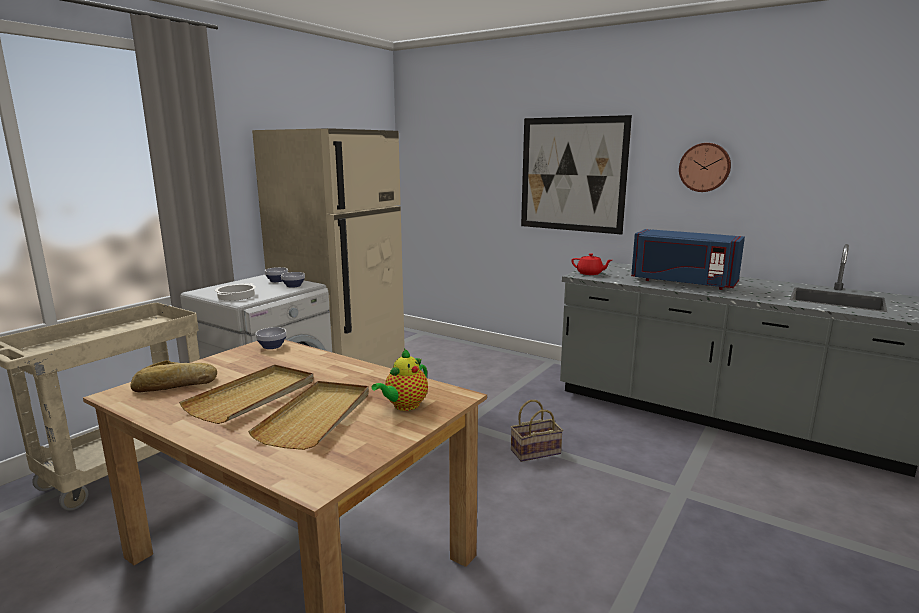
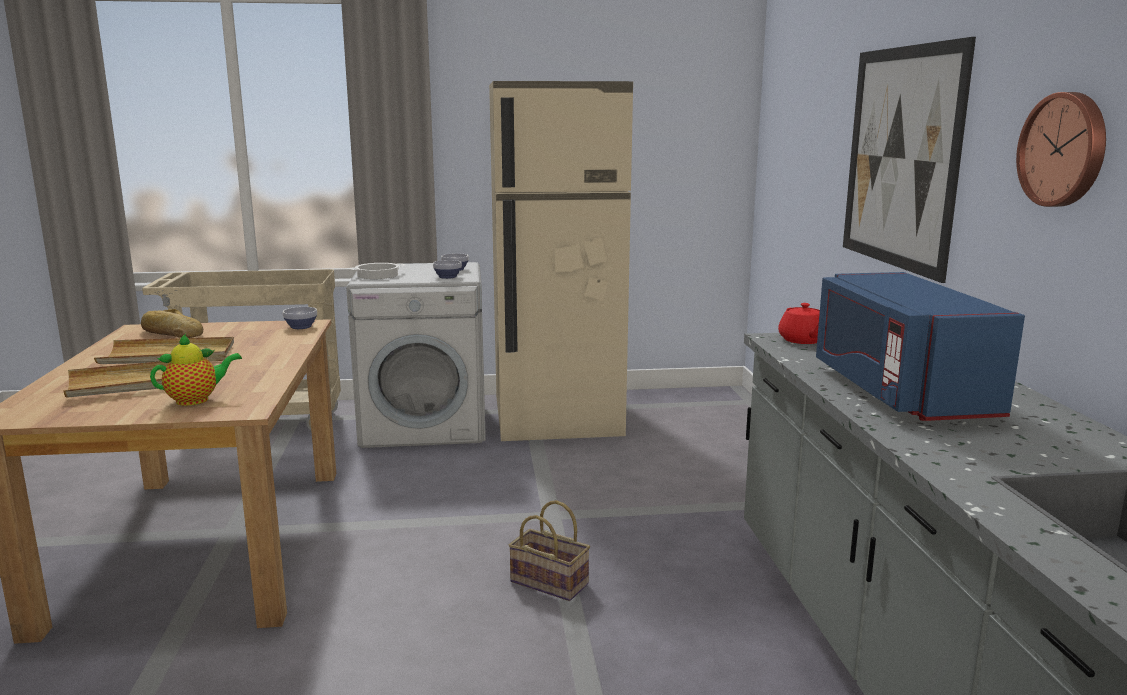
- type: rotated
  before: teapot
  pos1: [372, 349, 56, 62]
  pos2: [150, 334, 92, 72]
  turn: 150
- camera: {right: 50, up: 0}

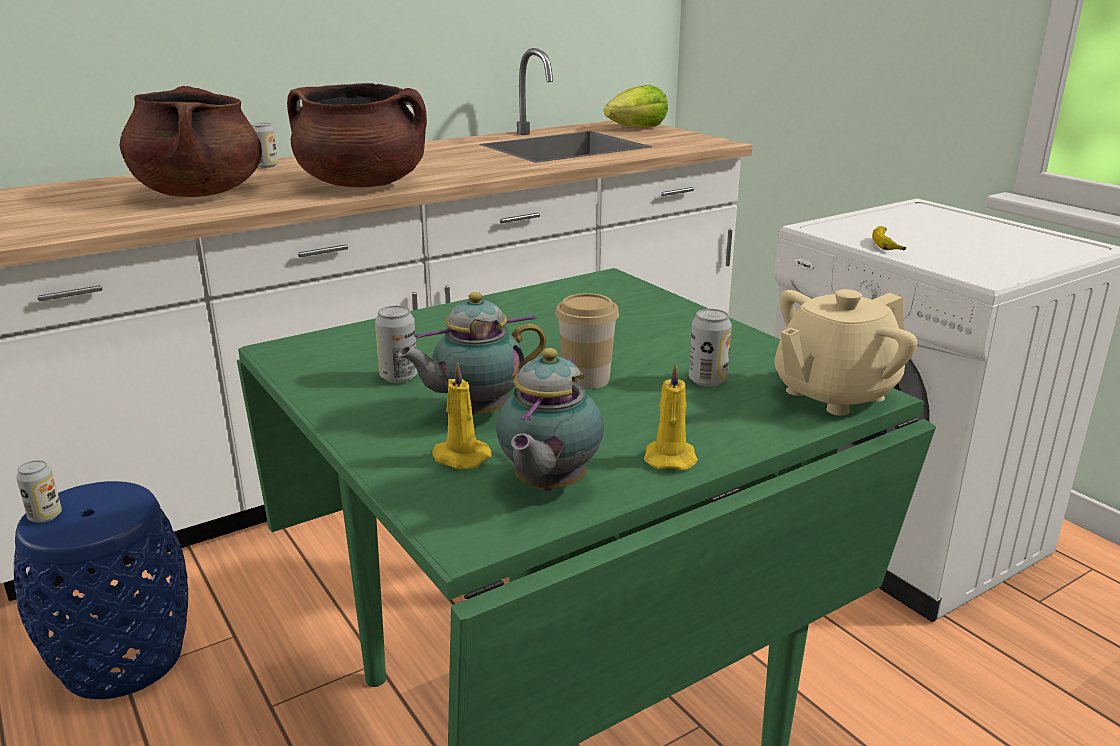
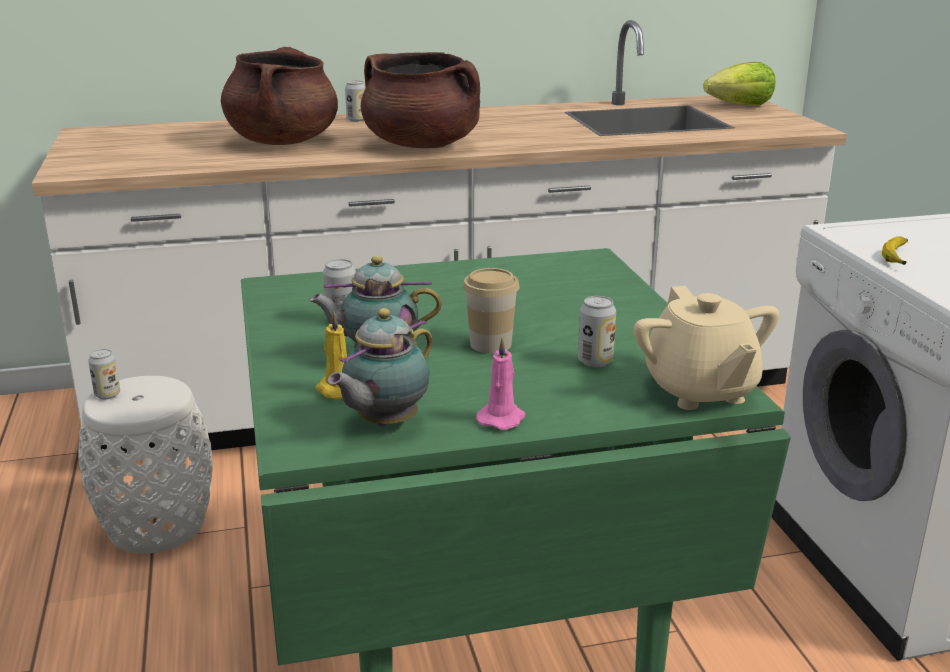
- type: repainted
  before: blue stool
  after: white stool
  pos1: [14, 481, 174, 218]
  pos2: [78, 376, 135, 178]
- type: repainted
  before: yellow candle
  after: pink candle
  pos1: [644, 363, 54, 107]
  pos2: [476, 336, 49, 94]
- type: rotated
  before: beige teapot
  pos1: [774, 289, 143, 127]
  pos2: [634, 286, 145, 124]
  turn: -90
- camera: {right: 20, up: 0}

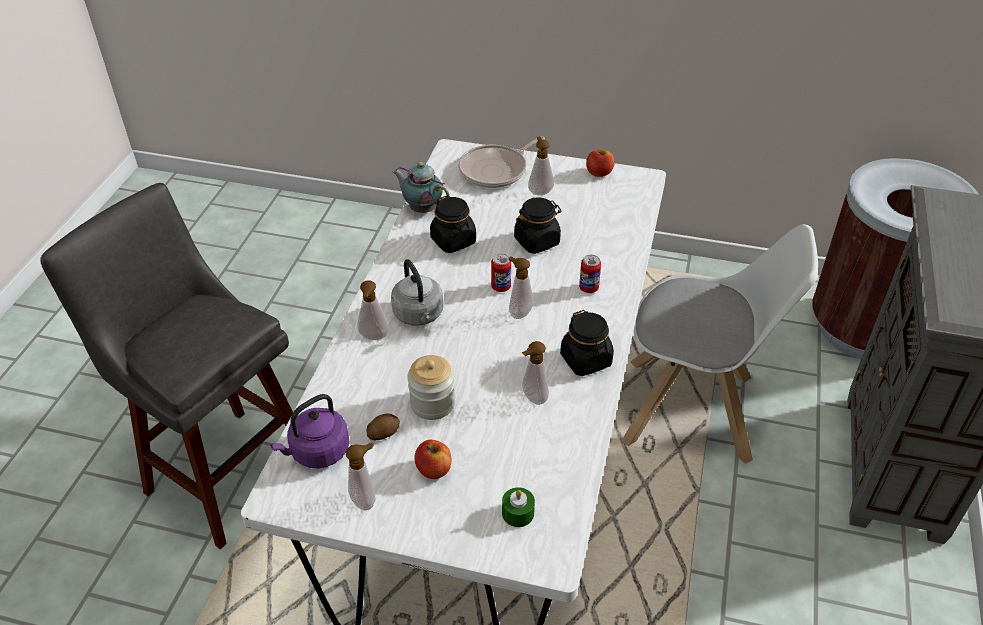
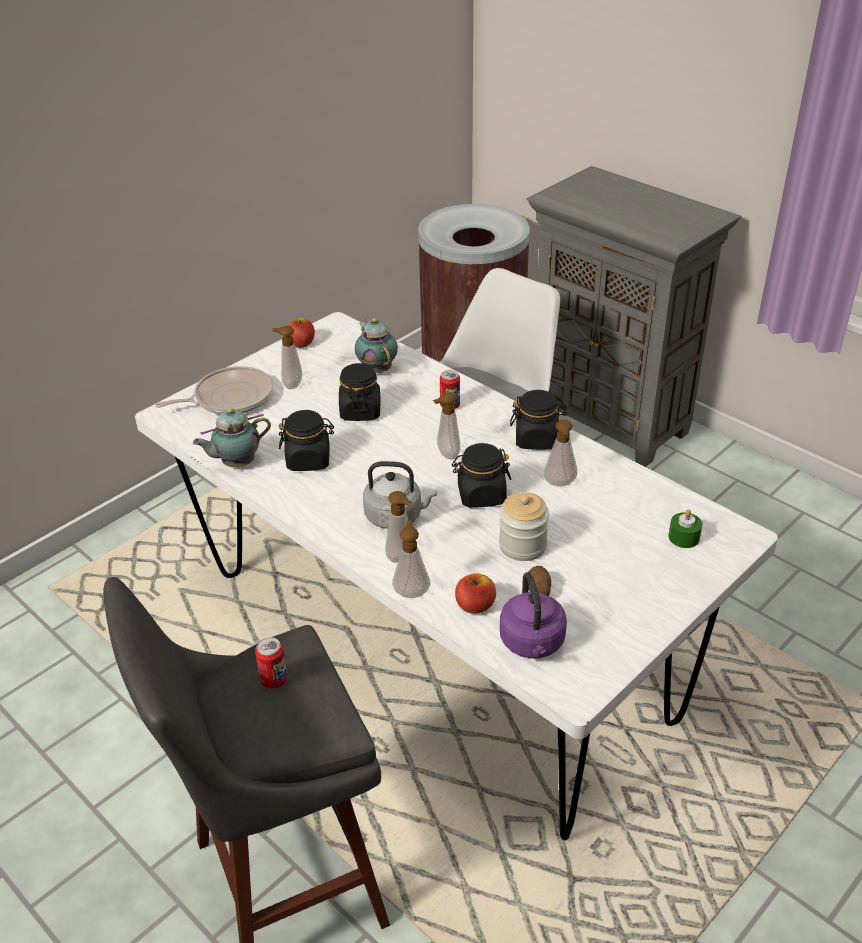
- type: shifted
  before: soap dispenser
  pos1: [346, 443, 29, 67]
  pos2: [392, 521, 38, 77]
- type: shifted
  before: apple
  pos1: [414, 440, 37, 39]
  pos2: [455, 573, 41, 41]
- type: rotated
  before: frying pan
  pos1: [458, 136, 87, 52]
  pos2: [155, 366, 118, 48]
  turn: -105
- type: shifted
  before: can
  pos1: [491, 254, 20, 38]
  pos2: [255, 637, 33, 52]
- type: new
  after: teapot
  pos2: [355, 318, 43, 55]
- type: new
  after: black jar
  pos2: [452, 443, 59, 65]
- camera: {right: -60, up: -5}

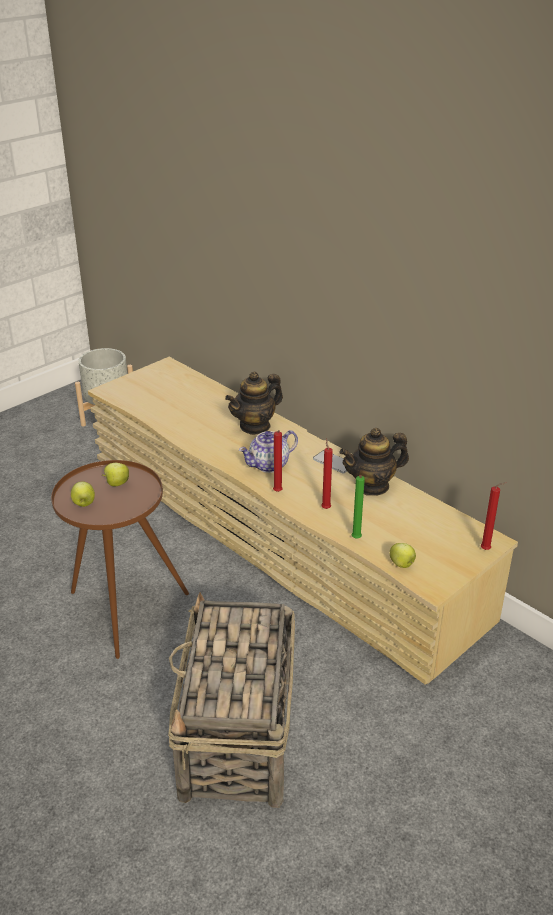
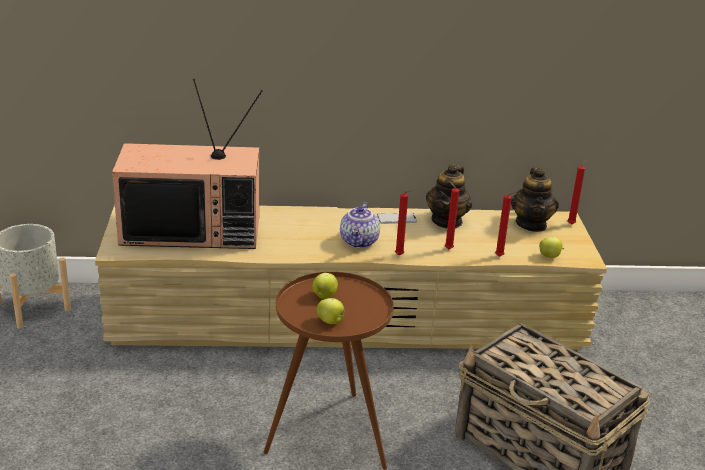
- type: shifted
  before: teapot
  pos1: [225, 371, 58, 64]
  pos2: [511, 167, 48, 65]
- type: repainted
  before: green candle
  after: red candle
  pos1: [352, 475, 13, 64]
  pos2: [495, 193, 18, 64]
- type: new
  after: television
  pos2: [112, 79, 151, 170]
- camera: {right: -50, up: -5}

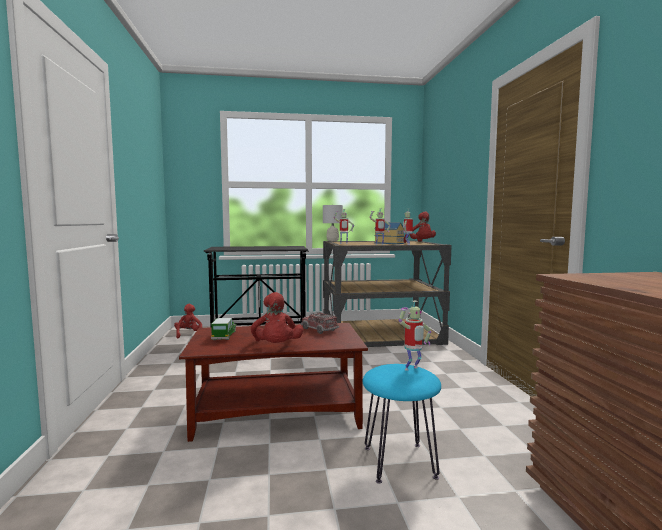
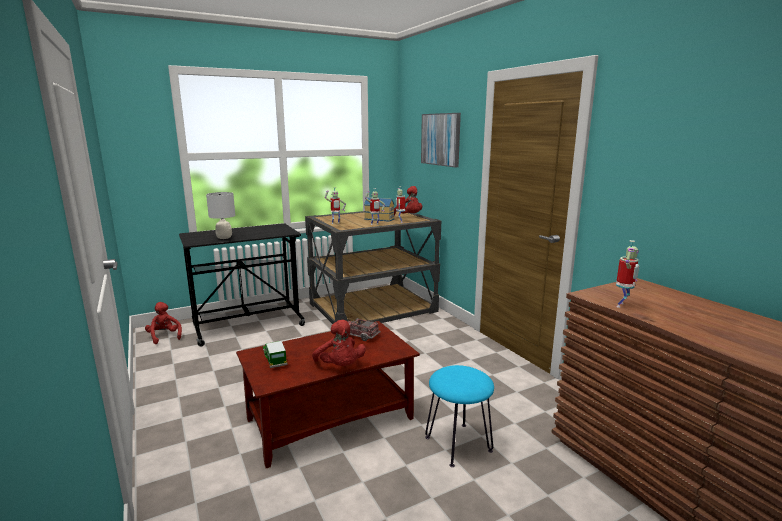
- type: shifted
  before: grey table lamp
  pos1: [323, 205, 20, 36]
  pos2: [206, 192, 29, 47]
- type: shifted
  before: toy robot
  pos1: [399, 300, 32, 71]
  pos2: [616, 240, 23, 68]
- type: new
  after: picture
  pos2: [421, 113, 40, 54]
- camera: {right: -20, up: 10}

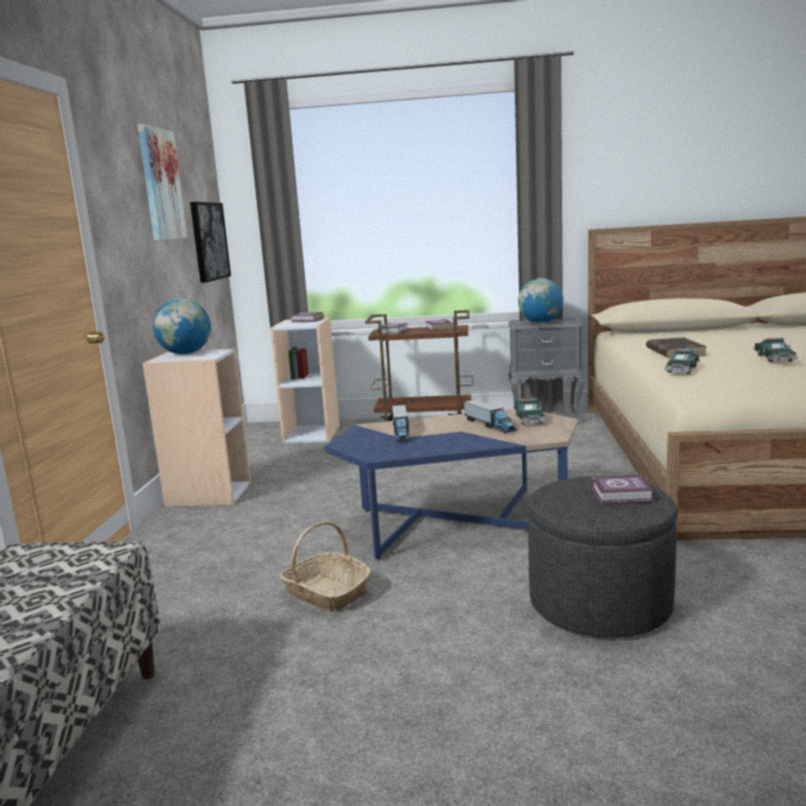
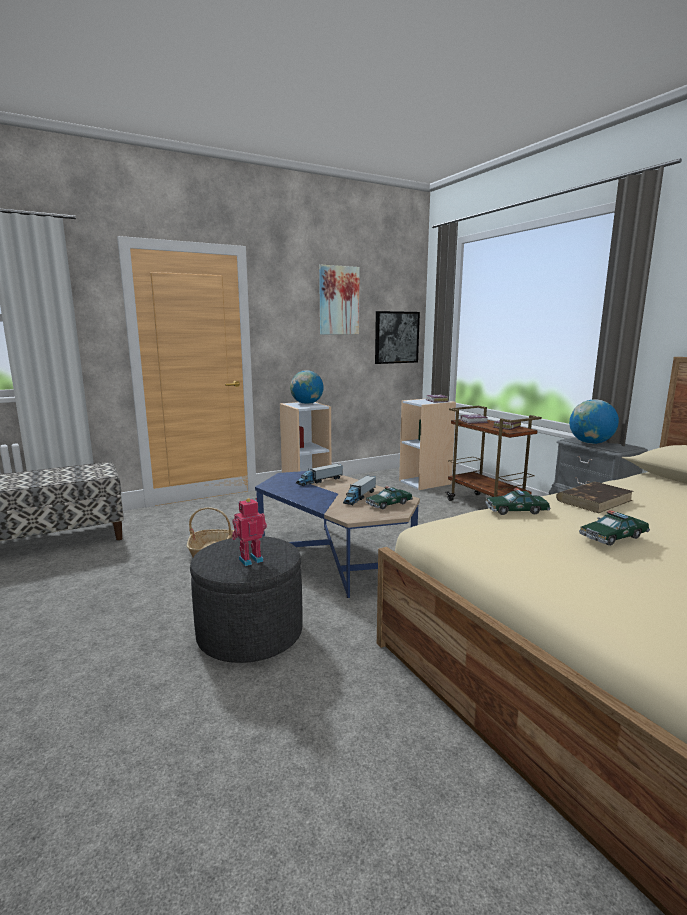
- type: swapped
  before: book
  after: toy robot
  pos1: [592, 475, 62, 30]
  pos2: [232, 498, 35, 68]
- camera: {right: 55, up: 0}

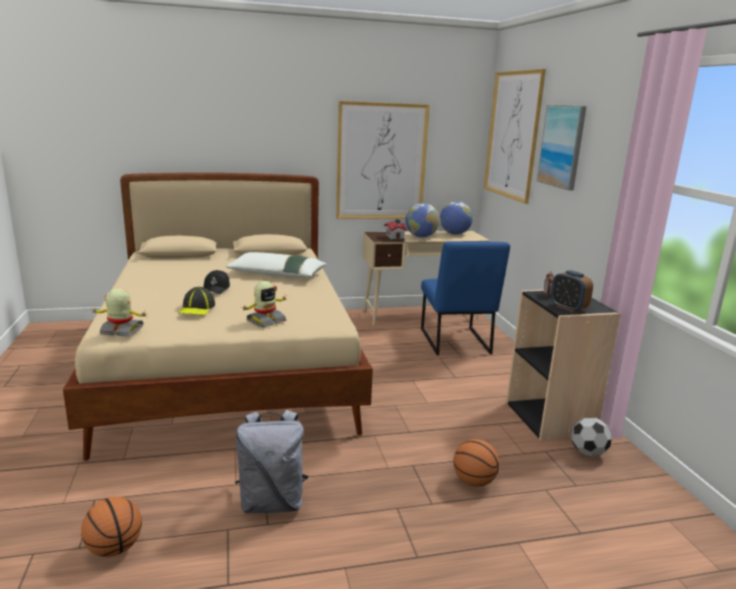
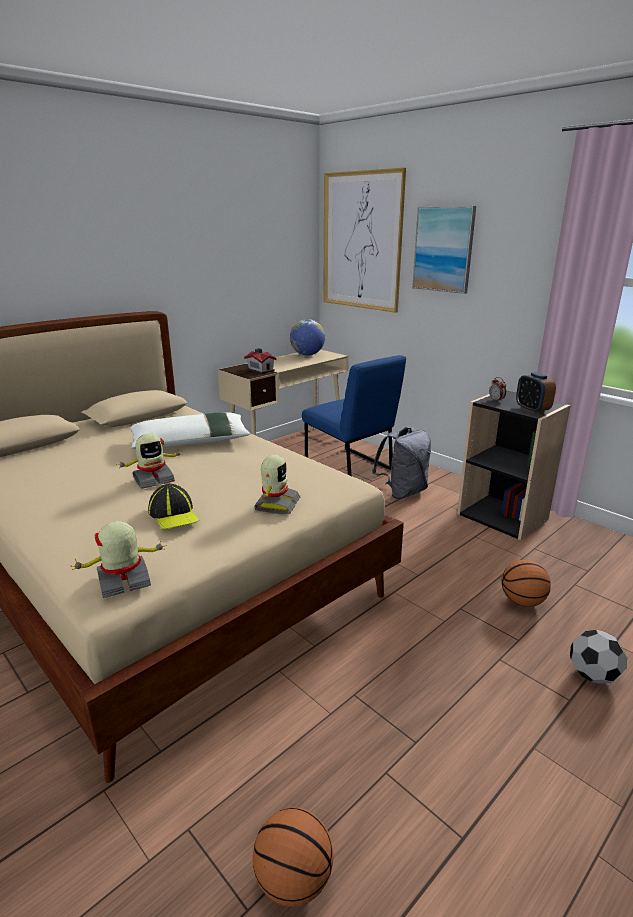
- type: swapped
  before: black cap
  after: toy robot
  pos1: [204, 270, 26, 24]
  pos2: [116, 433, 67, 56]
- type: shifted
  before: grey backpack
  pos1: [235, 410, 73, 104]
  pos2: [372, 427, 59, 72]
- type: gone
  before: picture
  pos1: [336, 101, 94, 118]
- type: gone
  before: globe
  pos1: [405, 203, 34, 35]
- type: rotated
  before: alarm clock
  pos1: [551, 270, 42, 42]
  pos2: [516, 372, 40, 42]
  turn: 45
- type: shifted
  before: football
  pos1: [571, 418, 41, 38]
  pos2: [570, 630, 57, 54]
- camera: {right: -30, up: 5}

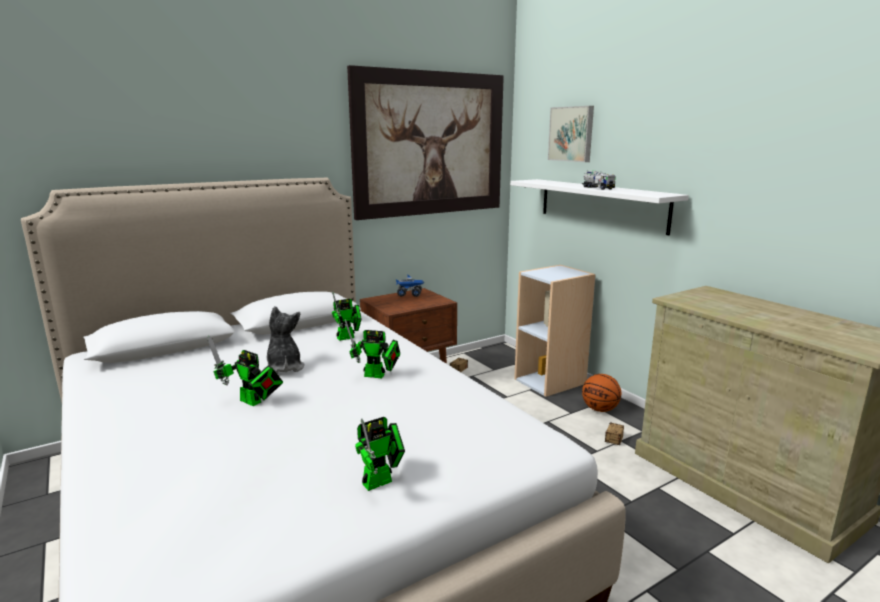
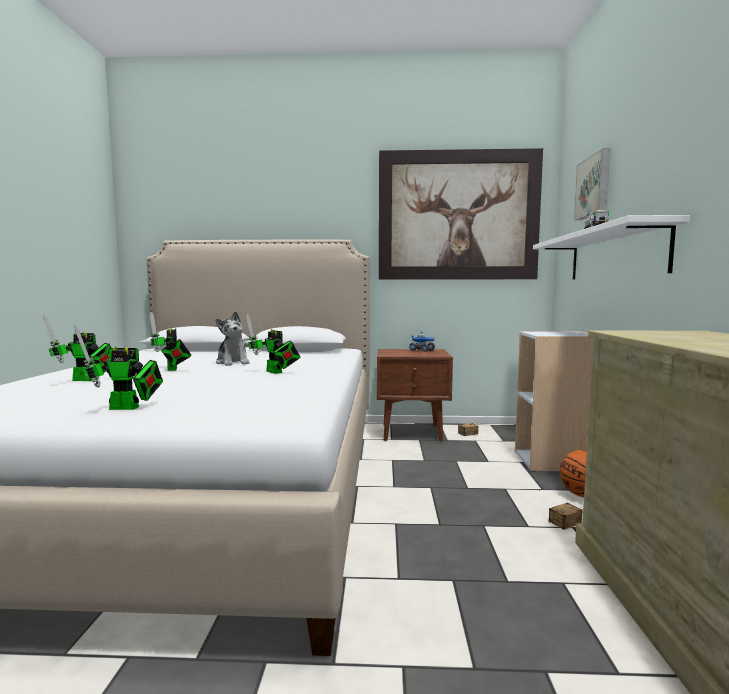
- type: rotated
  before: plush toy
  pos1: [264, 306, 41, 68]
  pos2: [215, 311, 34, 55]
  turn: 135
- type: shifted
  before: toy robot
  pos1: [332, 291, 30, 50]
  pos2: [43, 315, 68, 66]
- camera: {right: 35, up: -10}

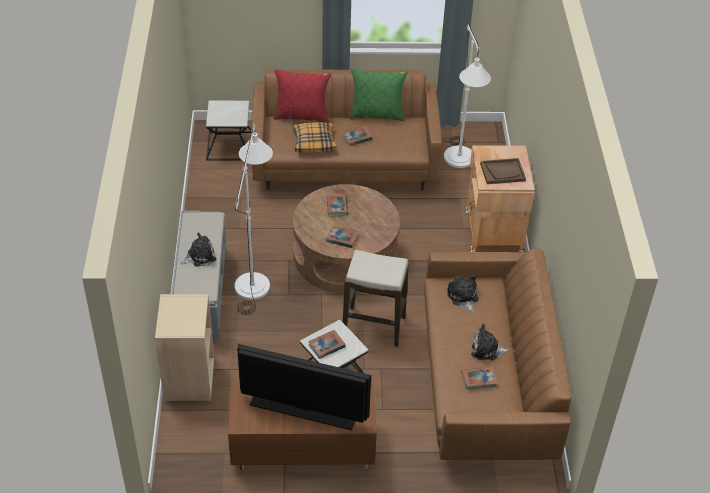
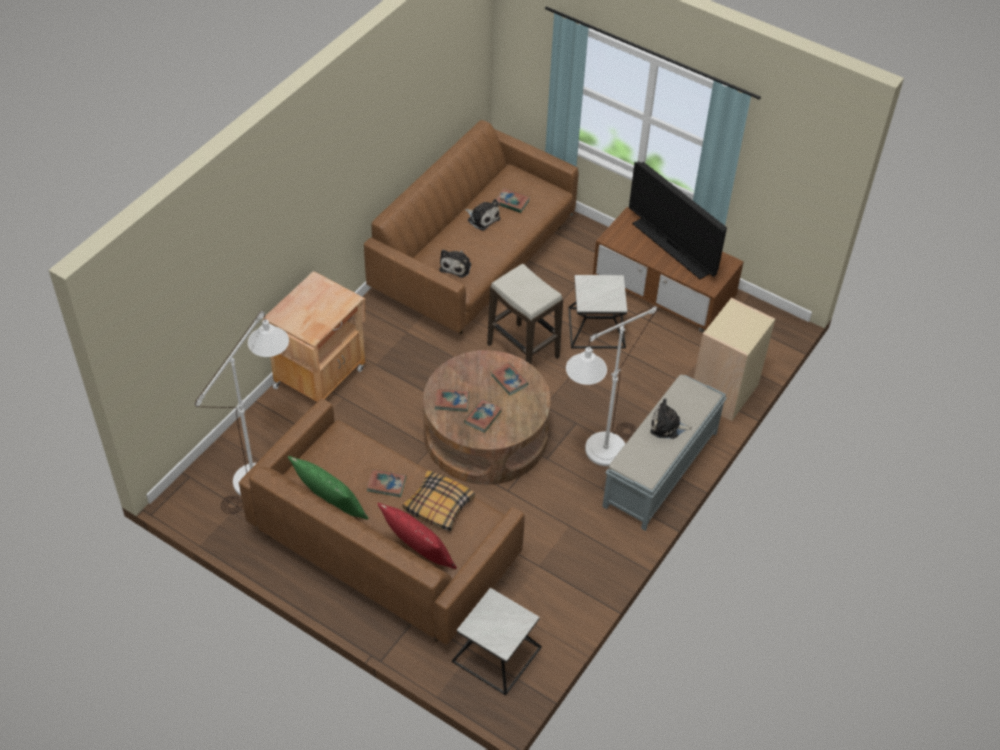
- type: shifted
  before: book
  pos1: [308, 330, 38, 29]
  pos2: [434, 389, 35, 23]
- type: gone
  before: brown tray
  pos1: [480, 158, 46, 26]
- camera: {right: -145, up: 5}

